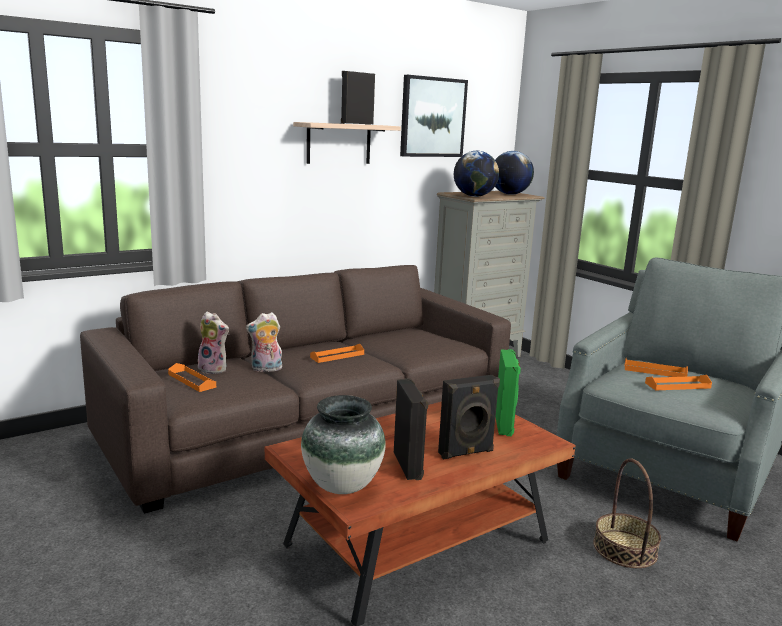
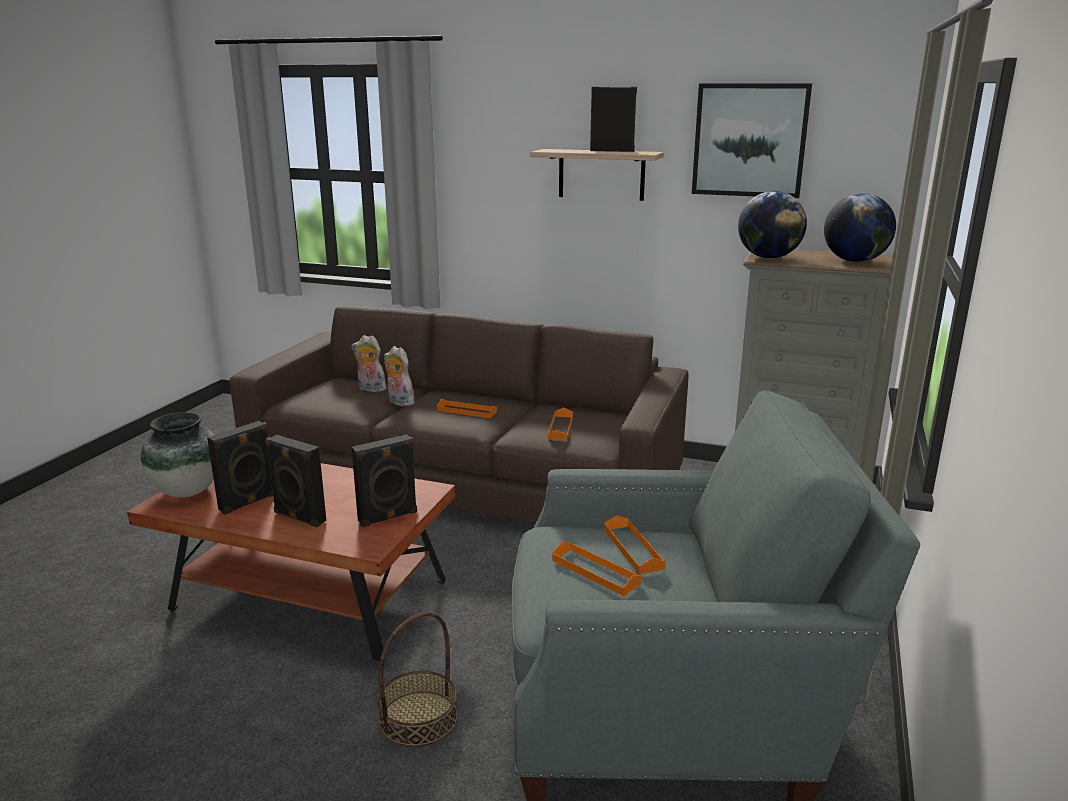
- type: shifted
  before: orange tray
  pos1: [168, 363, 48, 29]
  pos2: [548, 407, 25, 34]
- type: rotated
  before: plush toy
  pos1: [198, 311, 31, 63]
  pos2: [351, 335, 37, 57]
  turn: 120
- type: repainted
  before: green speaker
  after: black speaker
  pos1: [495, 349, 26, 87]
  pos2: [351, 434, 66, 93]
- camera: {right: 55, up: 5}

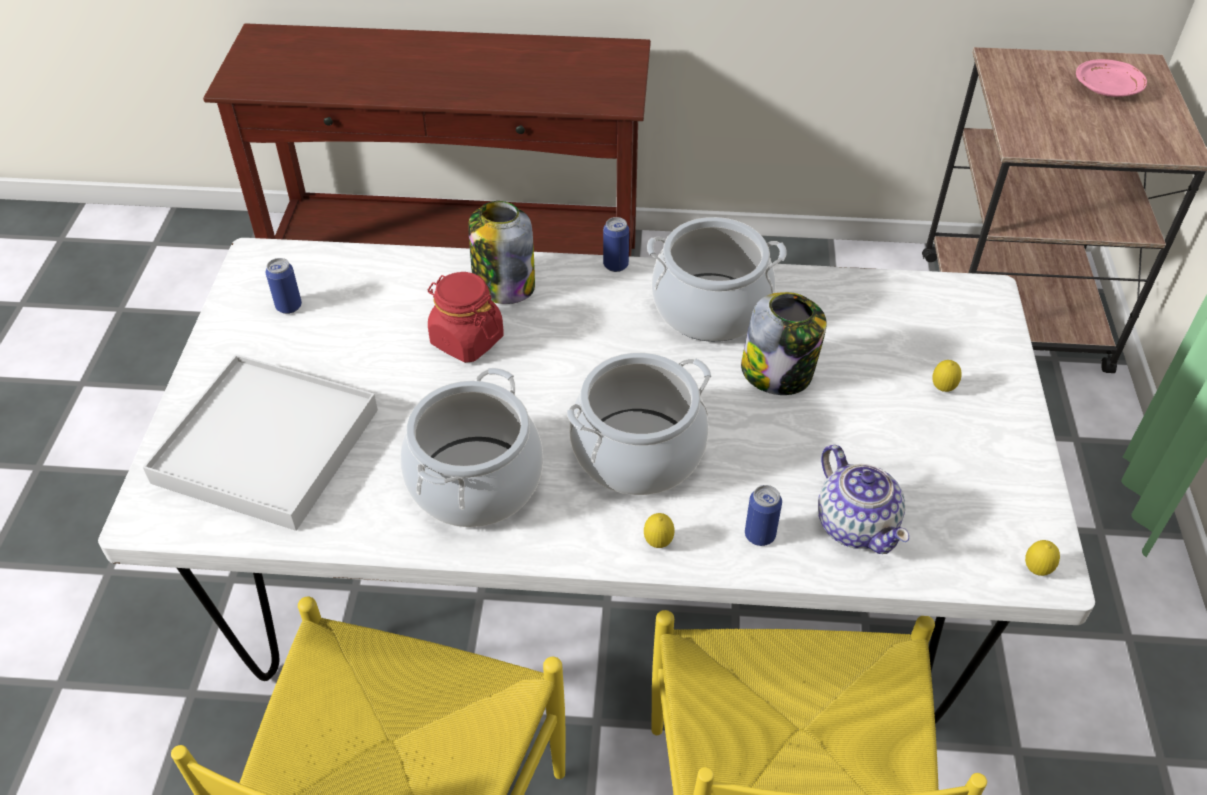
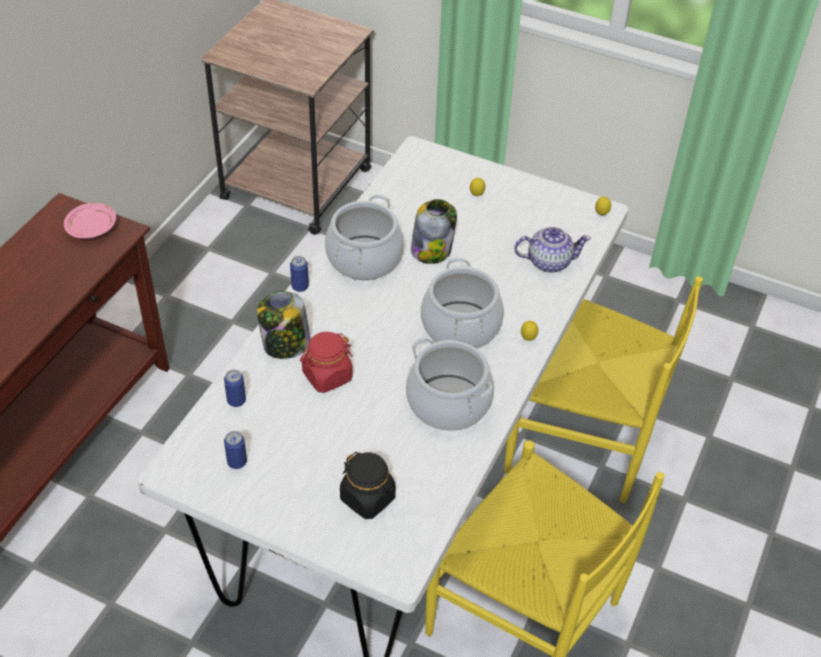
- type: swapped
  before: white tray
  after: black jar
  pos1: [143, 354, 235, 177]
  pos2: [340, 452, 56, 67]
- type: shifted
  before: can
  pos1: [745, 485, 37, 61]
  pos2: [224, 370, 22, 37]
- type: shifted
  before: pink plate
  pos1: [1076, 59, 71, 38]
  pos2: [64, 203, 52, 35]
- camera: {right: -70, up: 0}

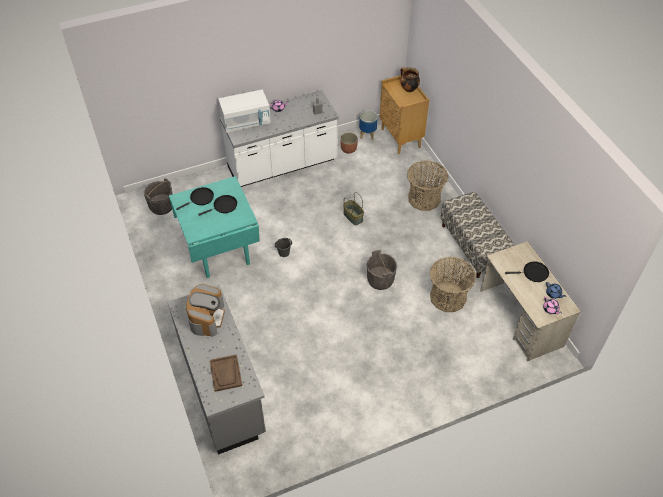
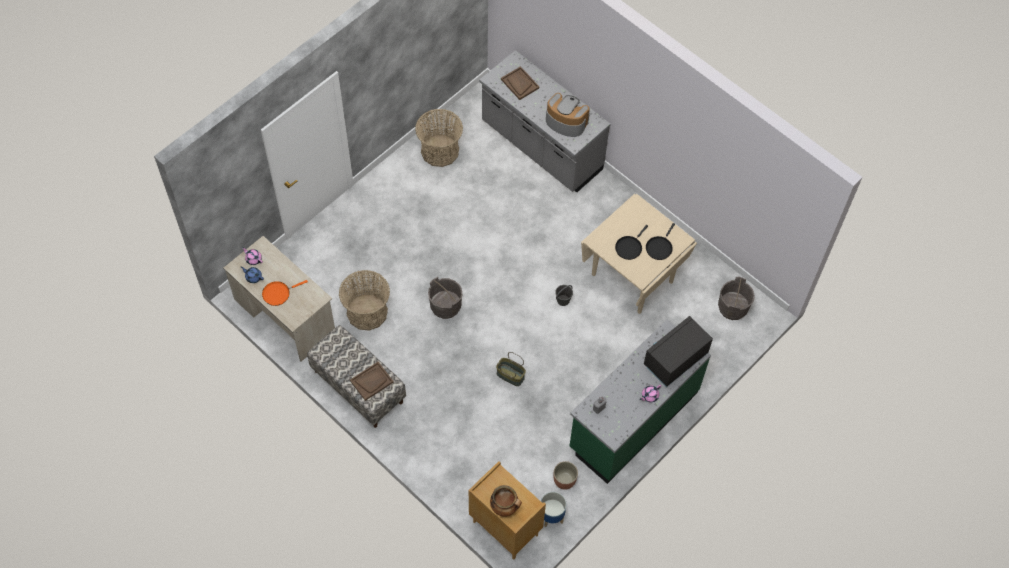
- type: repainted
  before: turquoise dining table
  after: beige dining table
  pos1: [169, 176, 90, 102]
  pos2: [581, 194, 116, 120]
- type: rotated
  before: coffee machine
  pos1: [186, 284, 39, 53]
  pos2: [546, 93, 44, 44]
  turn: 135
- type: repainted
  before: white microwave
  after: black microwave
  pos1: [218, 90, 53, 43]
  pos2: [644, 316, 69, 71]
- type: repainted
  before: white counter
  after: green counter
  pos1: [220, 90, 119, 97]
  pos2: [569, 319, 142, 165]
- type: shifted
  before: basket
  pos1: [407, 160, 42, 51]
  pos2: [415, 109, 48, 58]
- type: repainted
  before: black frying pan
  after: orange frying pan
  pos1: [505, 262, 44, 20]
  pos2: [262, 280, 46, 26]
- type: new
  after: brown tray
  pos2: [350, 362, 44, 39]
- camera: {right: 155, up: 10}

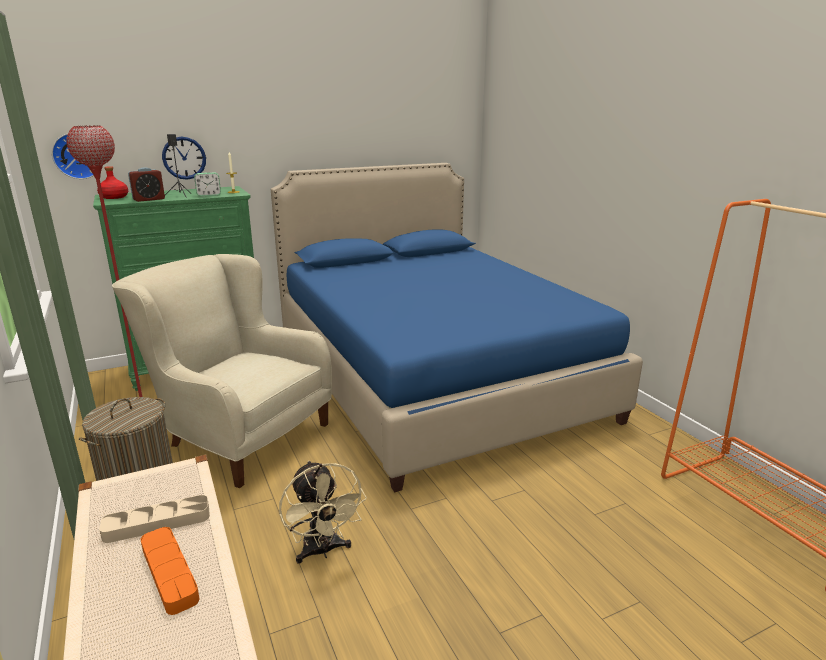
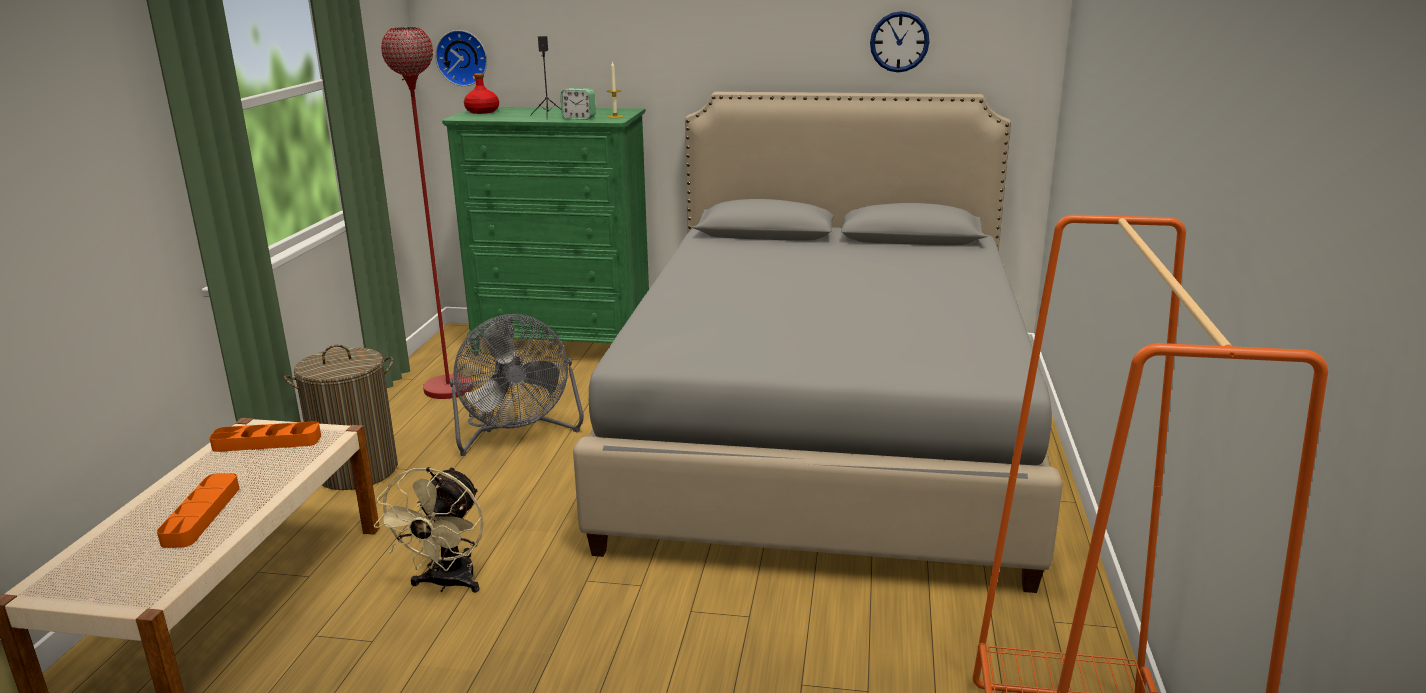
- type: gone
  before: beige tray
  pos1: [99, 495, 111, 48]
- type: swapped
  before: beige armchair
  after: grey fan
  pos1: [112, 254, 220, 234]
  pos2: [449, 314, 135, 142]
- type: gone
  before: alarm clock
  pos1: [128, 167, 37, 35]
- type: shifted
  before: wall clock
  pos1: [162, 136, 44, 44]
  pos2: [870, 11, 59, 61]
- type: repainted
  before: blue bed
  after: grey bed
  pos1: [271, 163, 372, 329]
  pos2: [573, 92, 490, 501]
- type: new
  after: orange tray
  pos2: [209, 421, 112, 31]
- camera: {right: 35, up: 0}

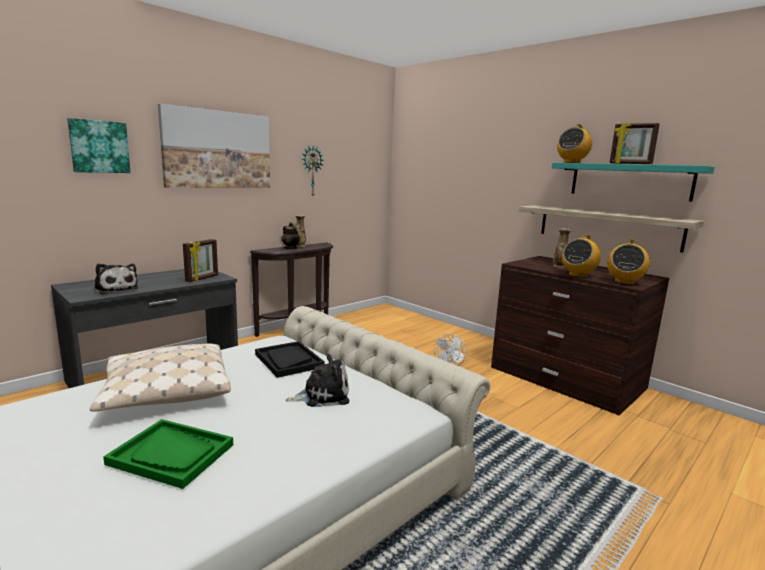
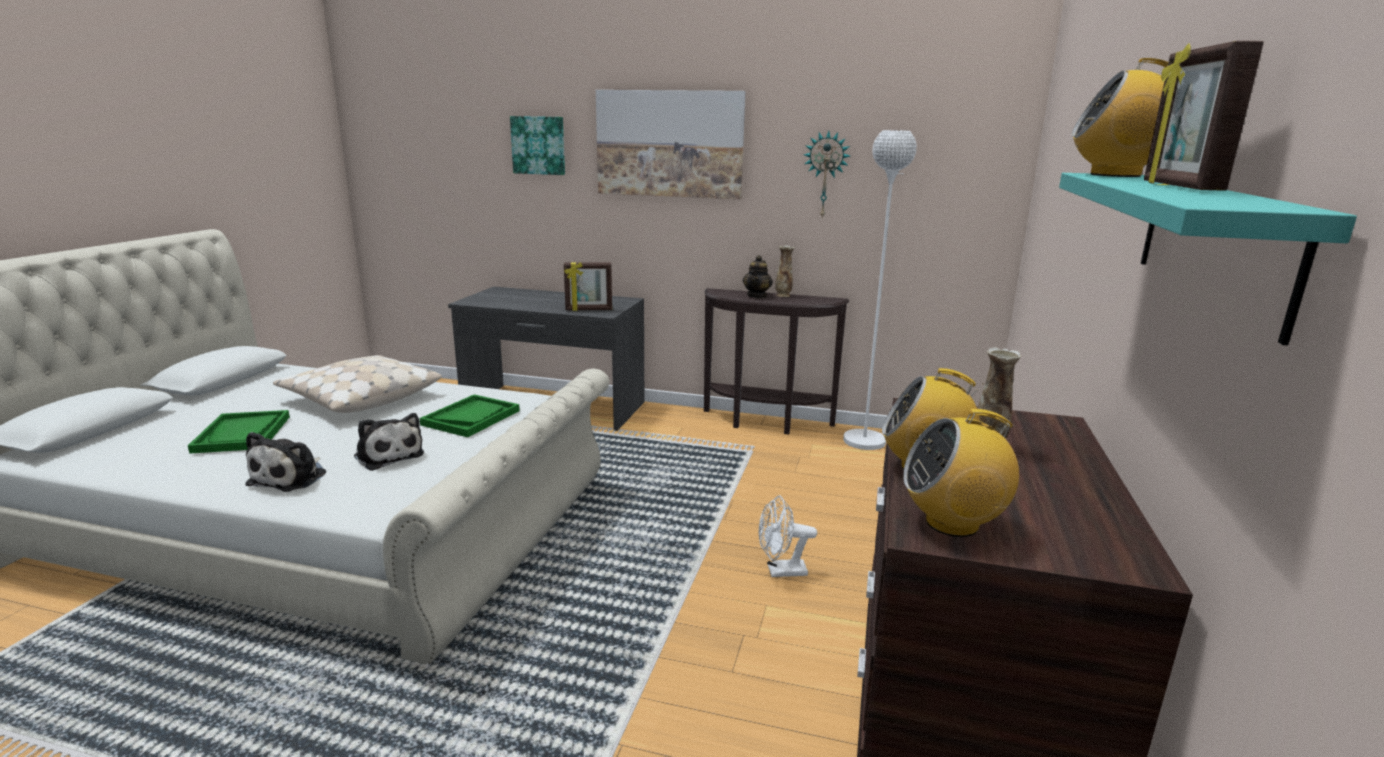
- type: shifted
  before: plush toy
  pos1: [94, 264, 44, 30]
  pos2: [245, 432, 81, 60]
- type: repainted
  before: black tray
  after: green tray
  pos1: [255, 341, 70, 37]
  pos2: [420, 394, 100, 43]
- type: gone
  before: shelf
  pos1: [519, 206, 186, 47]
- type: new
  after: white floor lamp
  pos2: [843, 130, 74, 320]
- camera: {right: 60, up: 5}

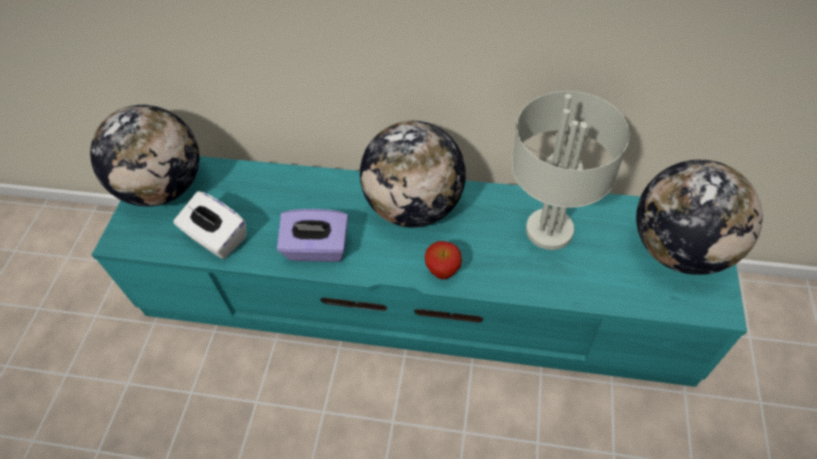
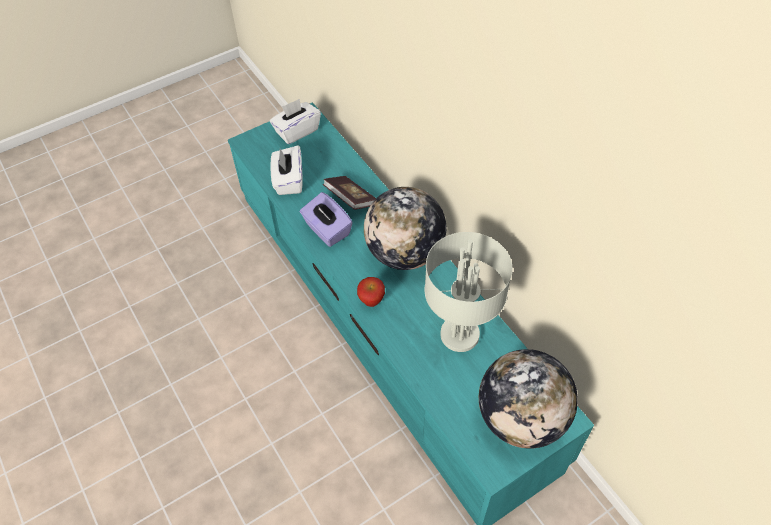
- type: swapped
  before: globe
  after: white tissue box
  pos1: [90, 105, 110, 101]
  pos2: [270, 99, 51, 45]
- type: new
  after: book
  pos2: [323, 176, 53, 34]
- camera: {right: 45, up: 0}

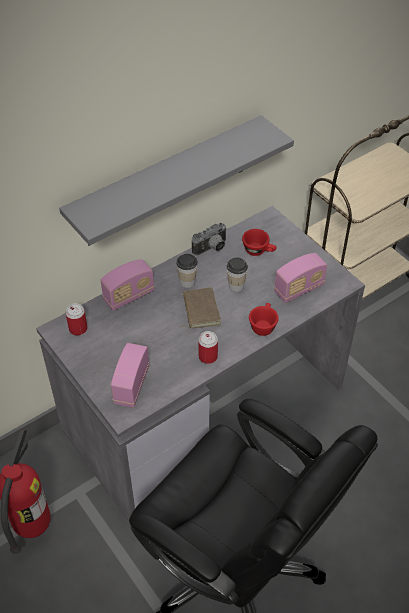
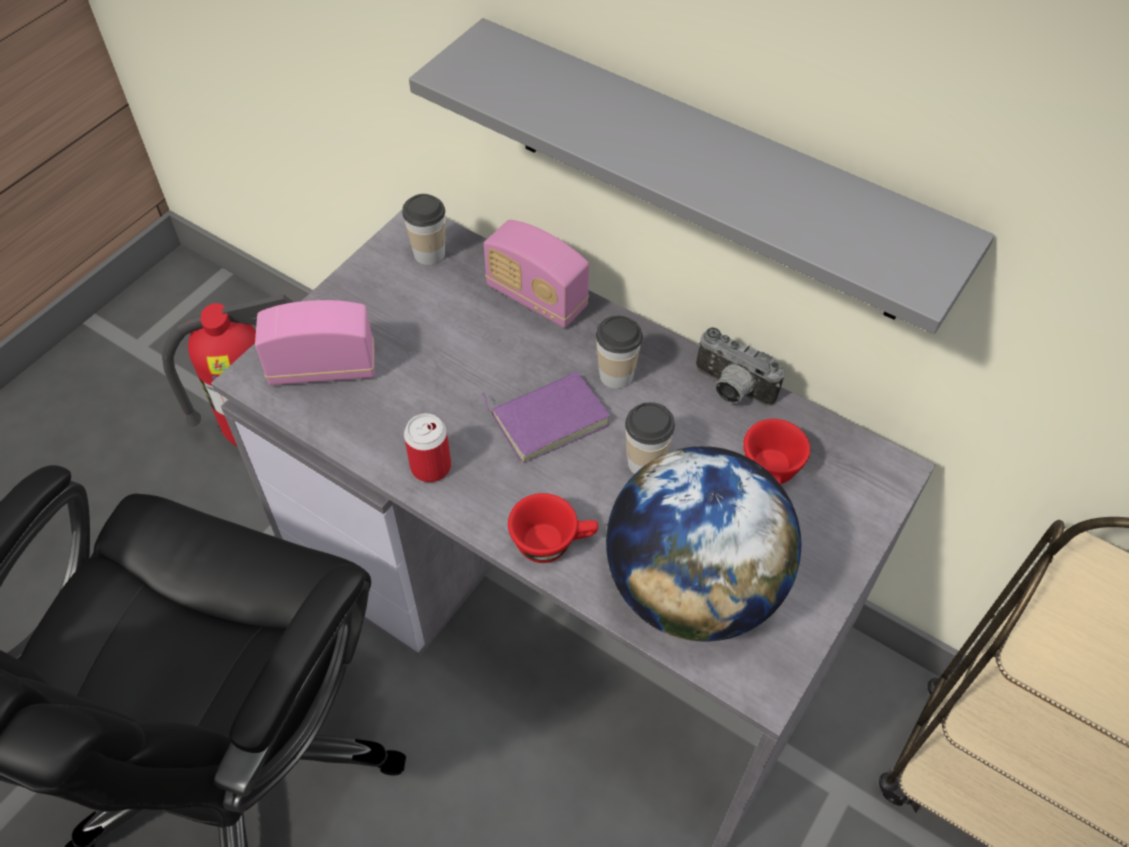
- type: swapped
  before: can
  after: cup
  pos1: [65, 303, 23, 32]
  pos2: [402, 194, 43, 71]
- type: repainted
  before: brown book
  after: purple book
  pos1: [179, 287, 42, 42]
  pos2: [482, 371, 128, 92]
- type: swapped
  before: radio
  after: globe
  pos1: [274, 253, 53, 50]
  pos2: [606, 446, 196, 196]
- camera: {right: 70, up: 5}

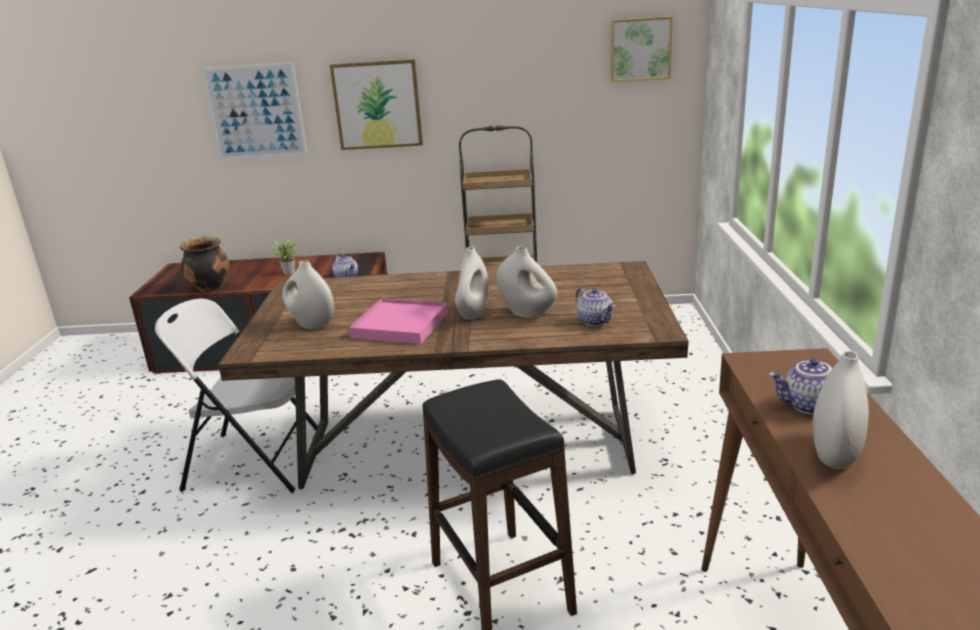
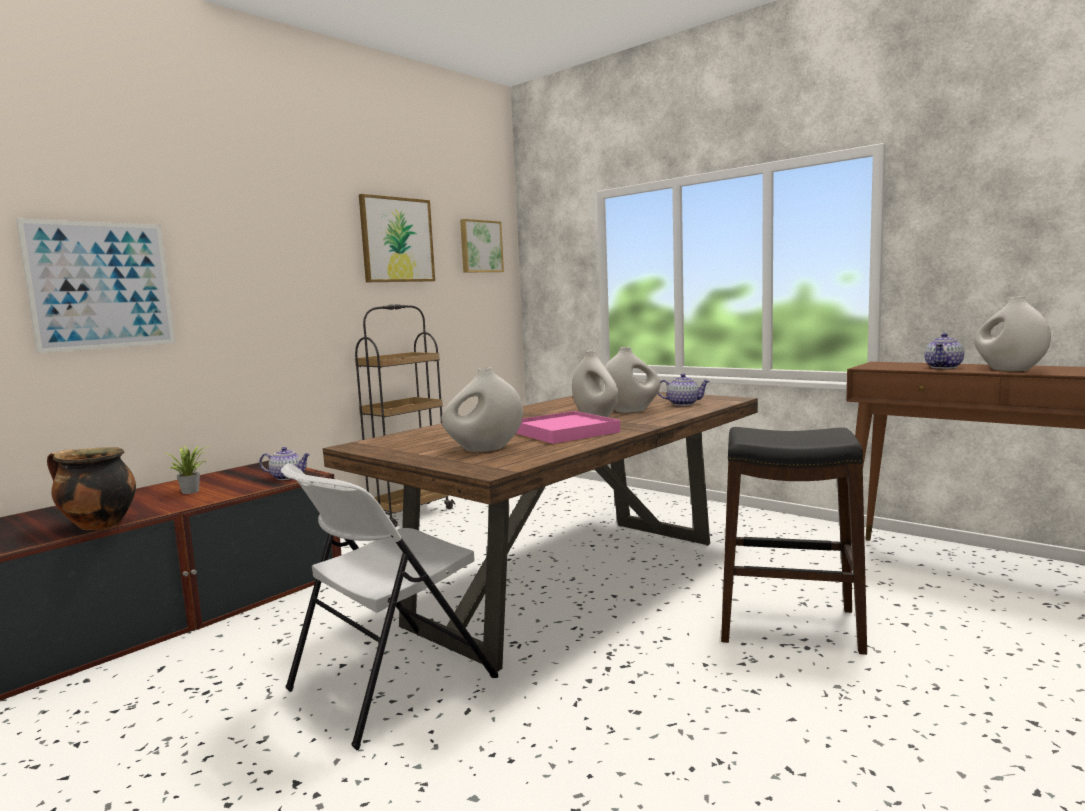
- type: shifted
  before: picture
  pos1: [330, 59, 93, 91]
  pos2: [359, 194, 76, 88]
- camera: {right: -50, up: -15}

